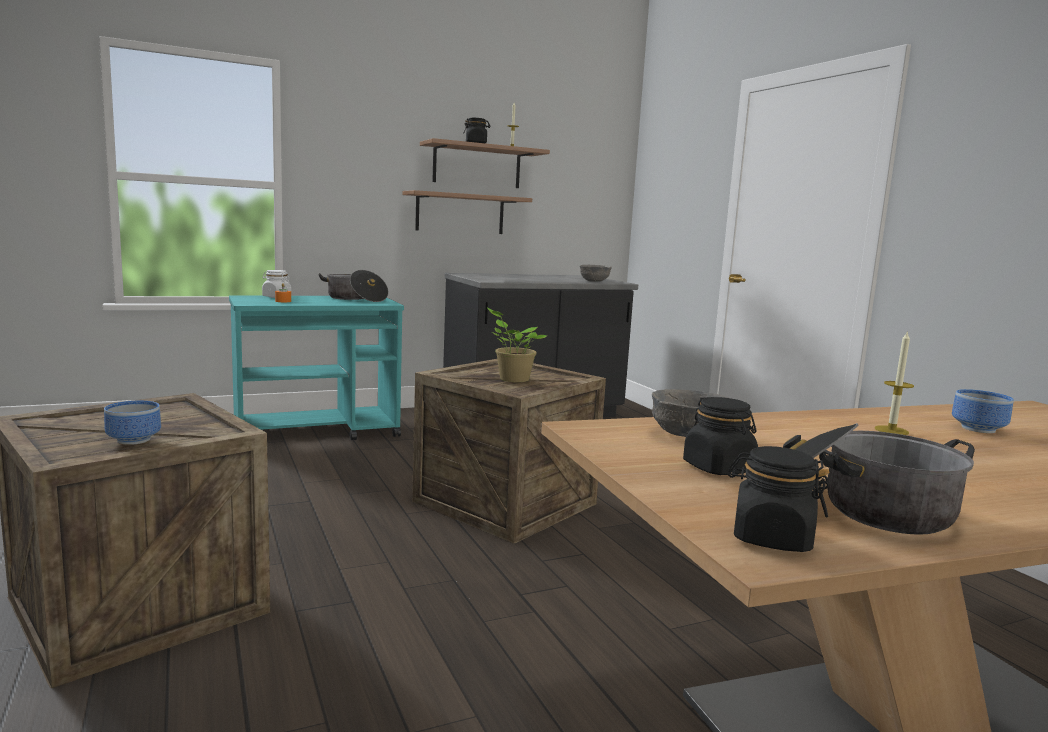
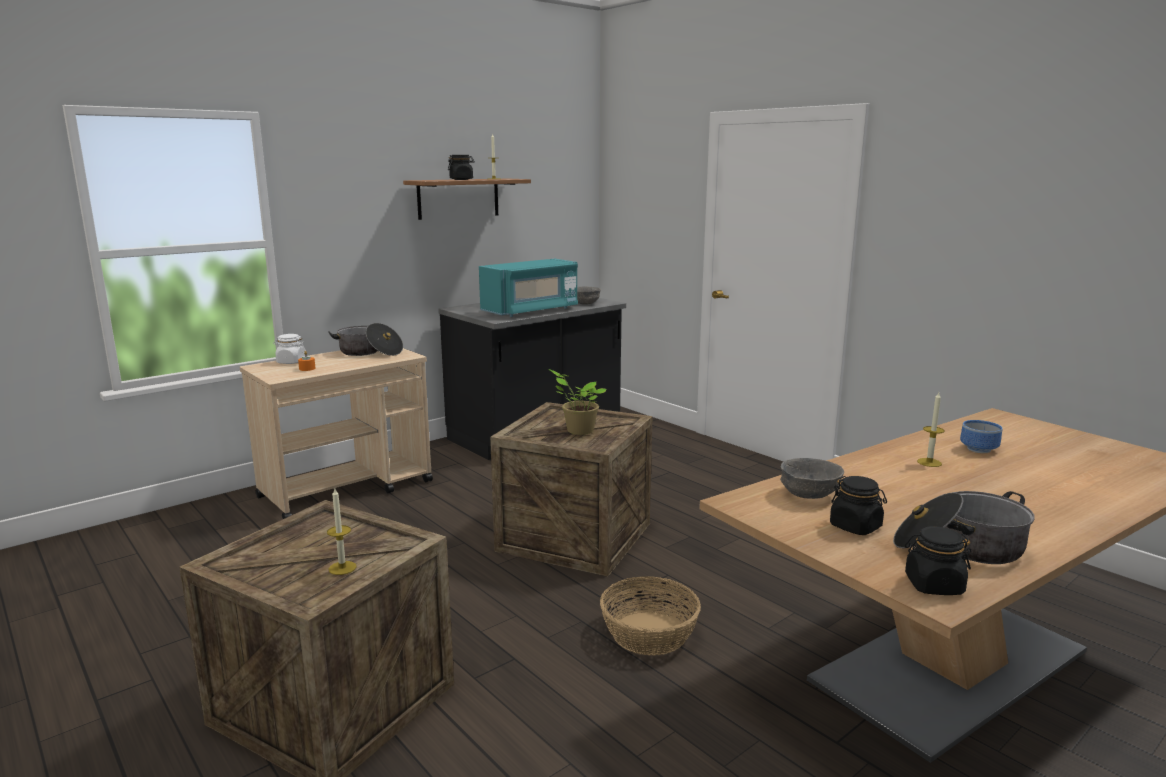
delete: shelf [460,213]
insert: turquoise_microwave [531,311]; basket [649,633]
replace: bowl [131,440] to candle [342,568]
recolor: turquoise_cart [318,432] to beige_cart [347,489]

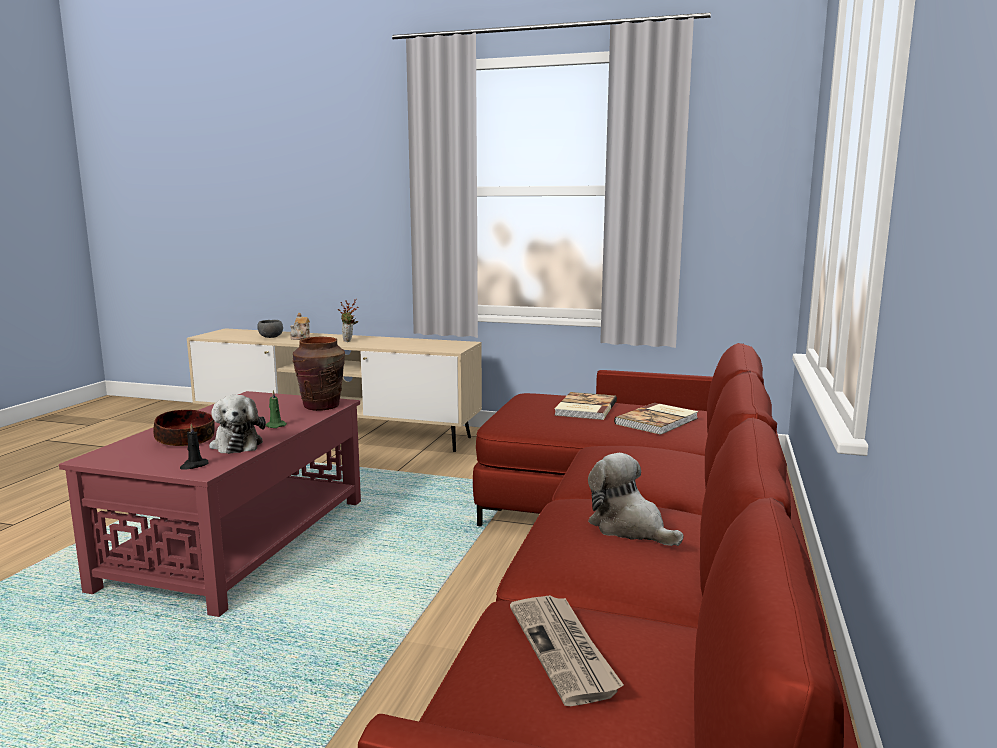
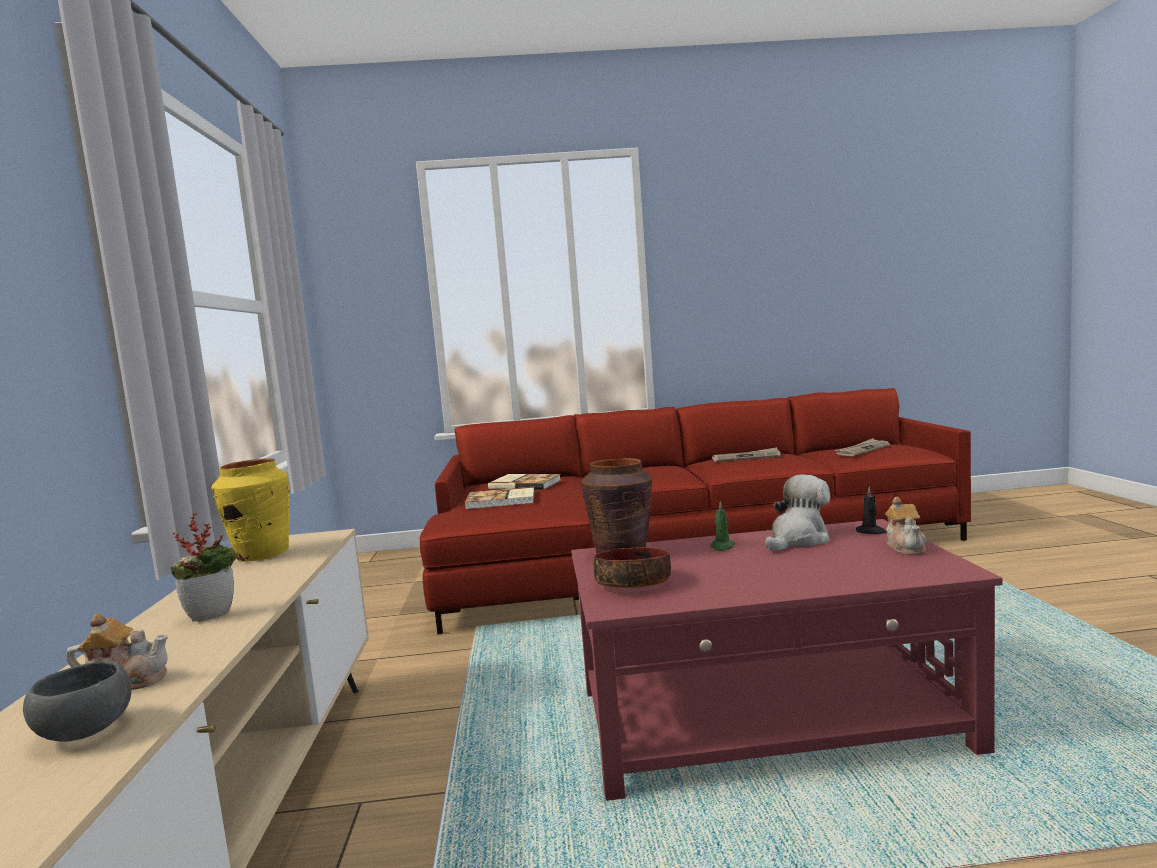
insert: yellow_vase [261,554]; teapot [906,547]
move: bowl [185,440] to [634,583]
replace: plush_toy [630,528] to newspaper [746,457]

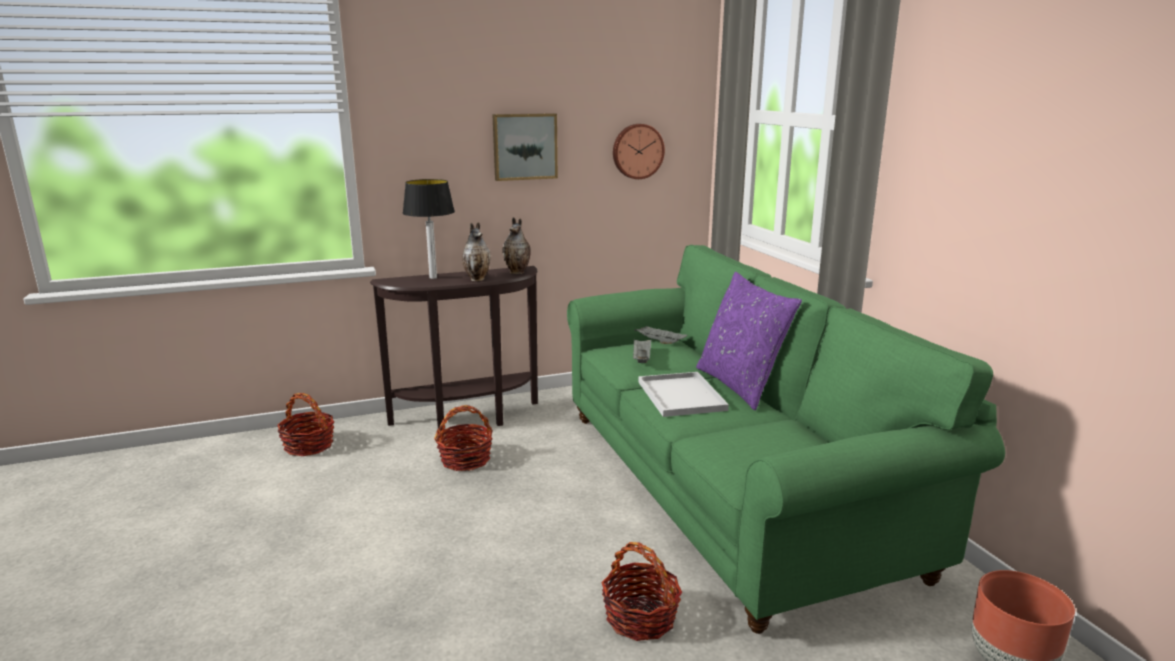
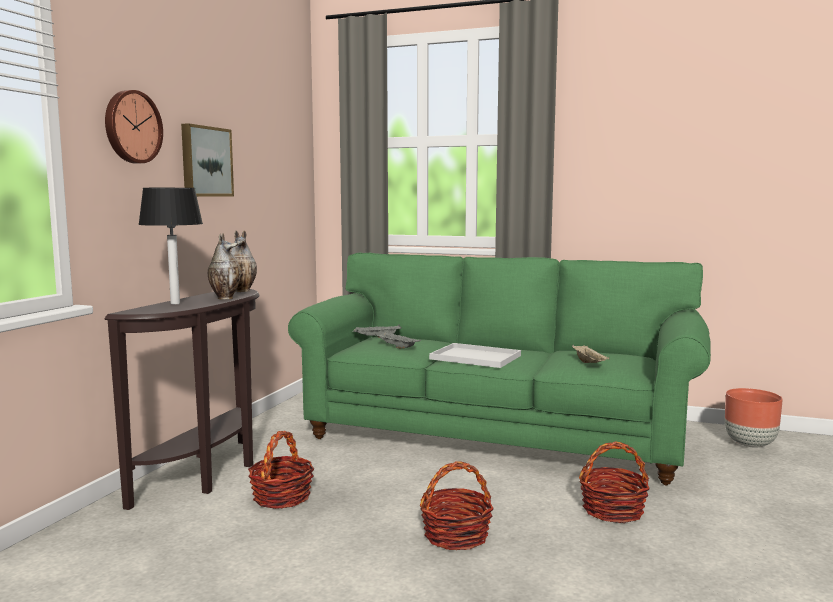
delete: purple_pillow [741,385]
insert: beige_tray [589,363]
move: wall_clock [637,151] to [131,127]; basket [309,446] to [456,535]

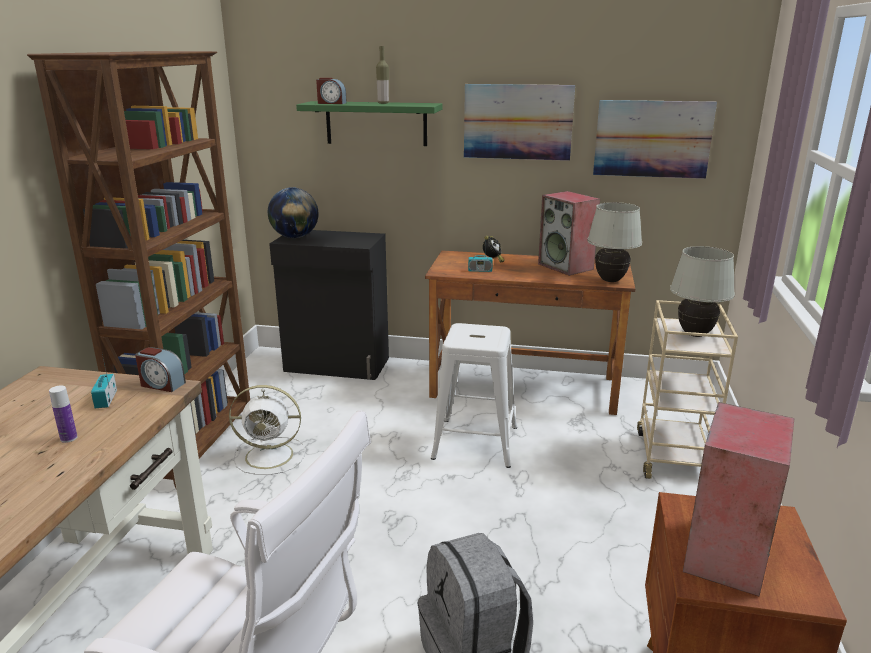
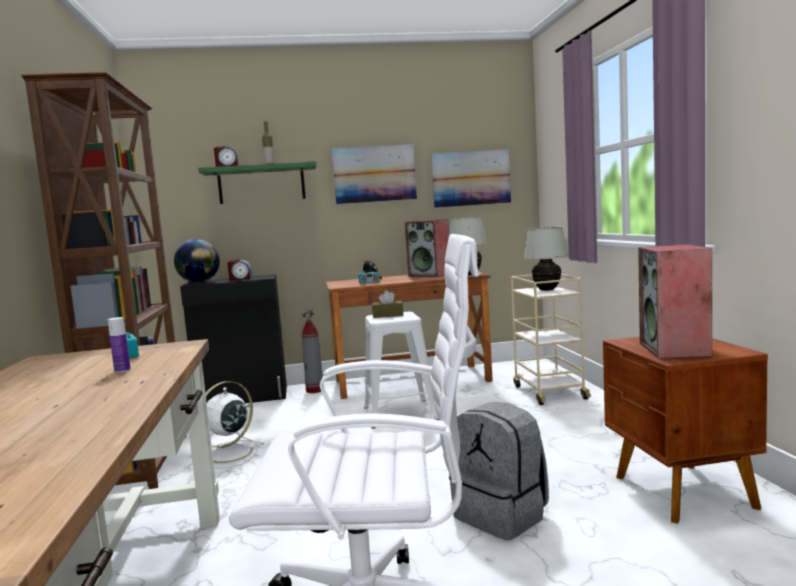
insert: brown_tissue_box [388,315]; fire_extinguisher [315,390]
move: alarm_clock [162,384] to [240,279]
rotate: white_fan [271,456] = [228,455] 150 degrees clockwise

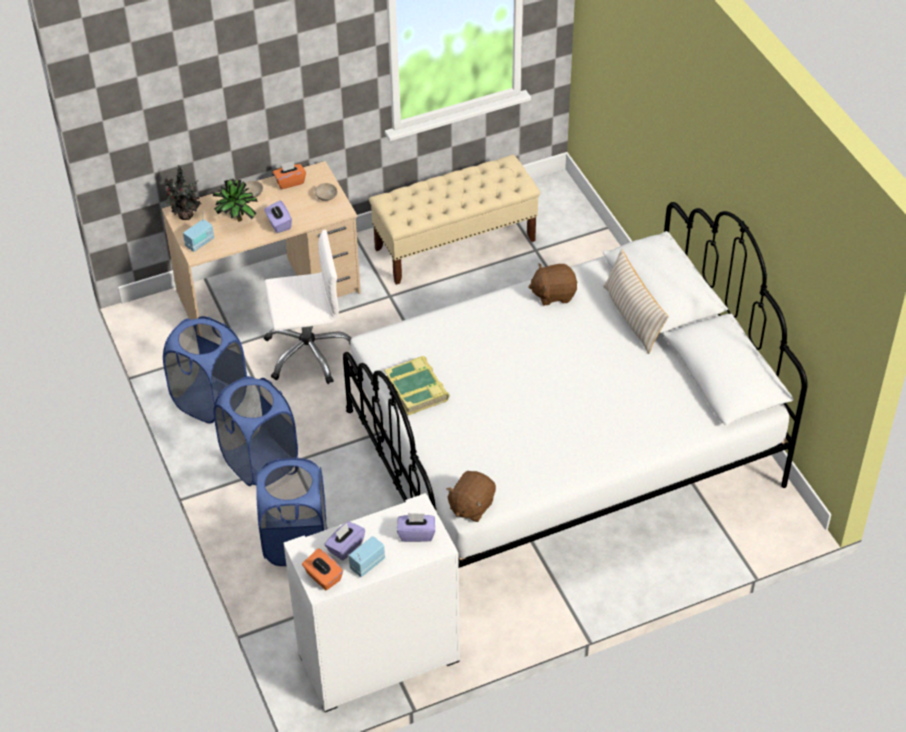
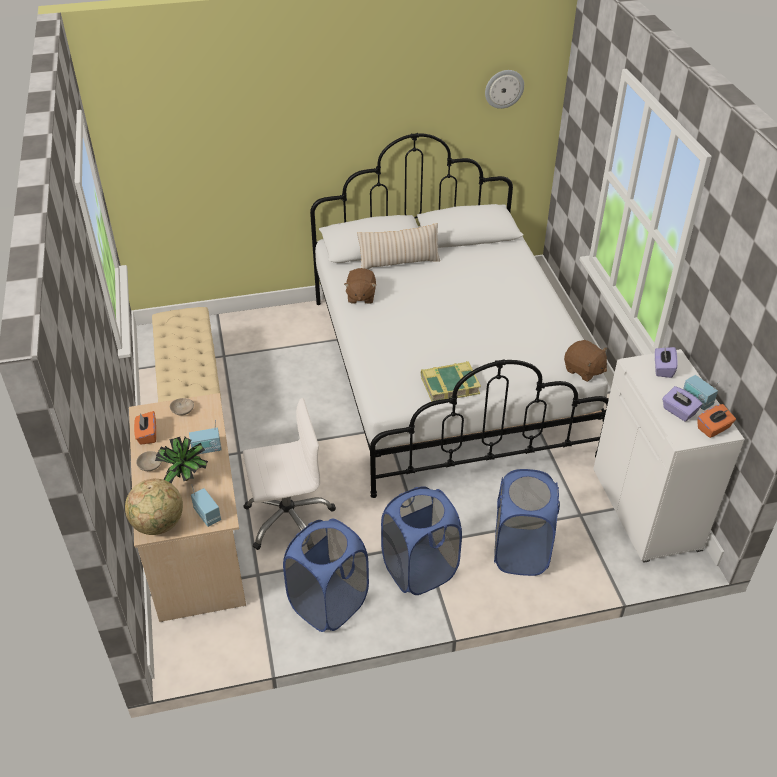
insert: wall_clock [504,88]
replace: potted_plant [185,216] to globe [159,524]; purple_tissue_box [278,224] to radio [206,449]
rotate: white_office_chair [308,352] = [288,518] 75 degrees clockwise

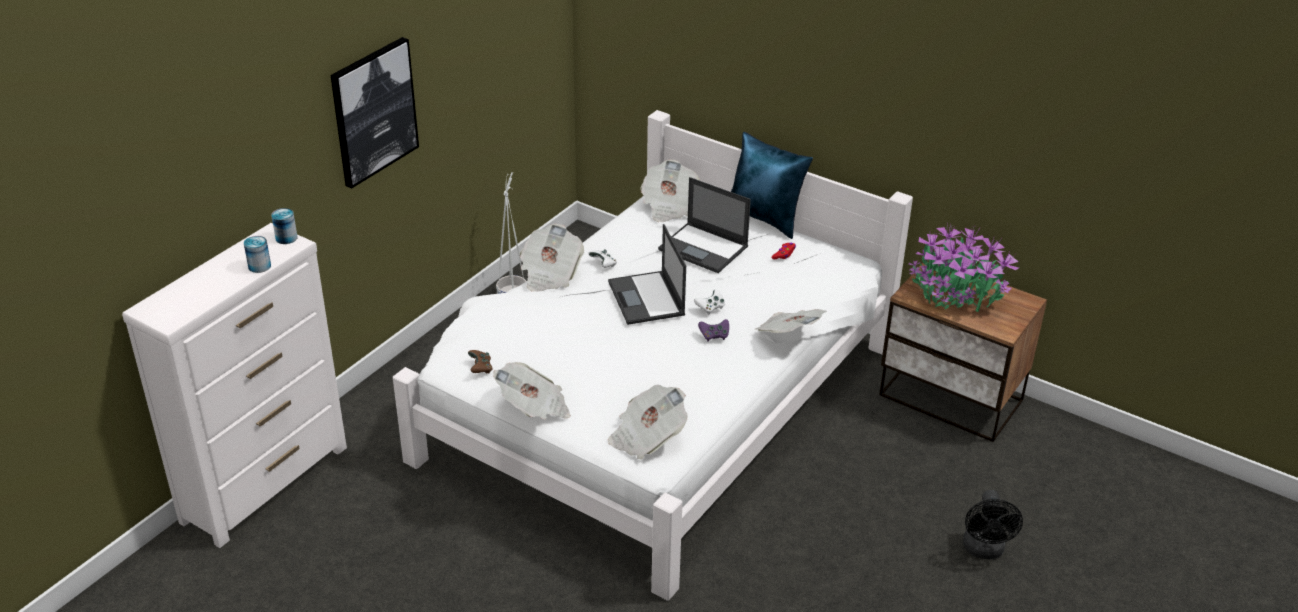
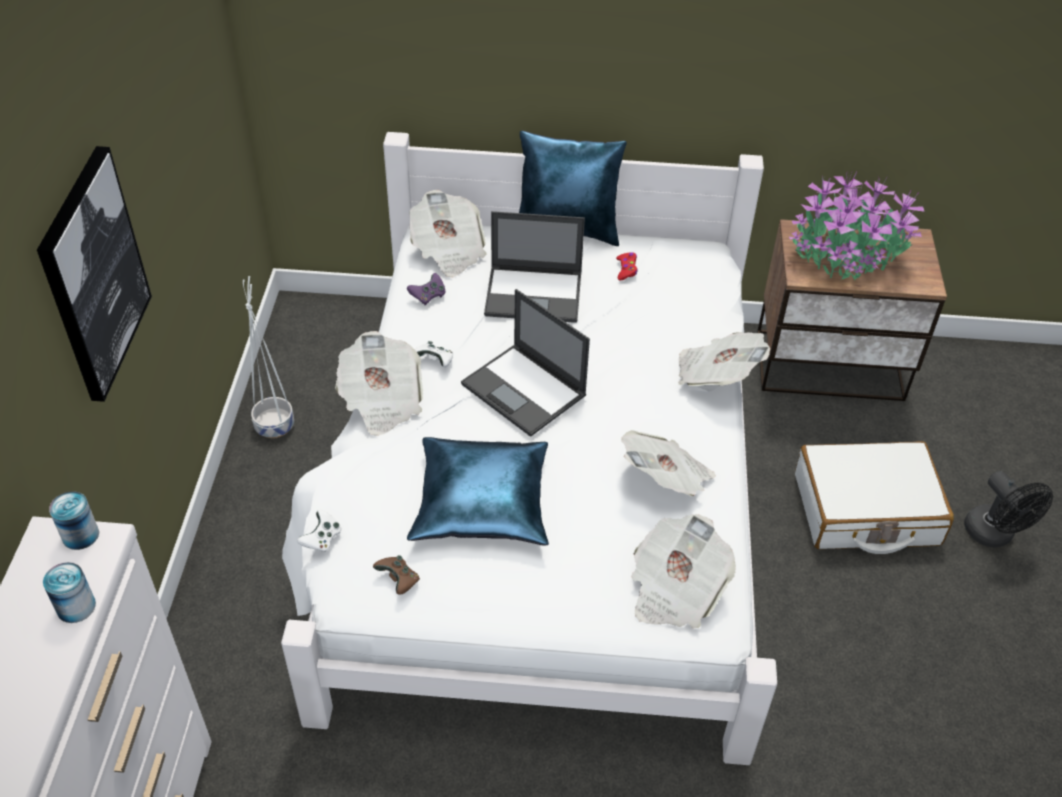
insert: blue_pillow [482,502]; white_suitcase [866,510]
move: white_game_controller [710,308] to [322,539]; purple_game_controller [714,336] to [428,296]; newspaper [534,408] to [666,479]

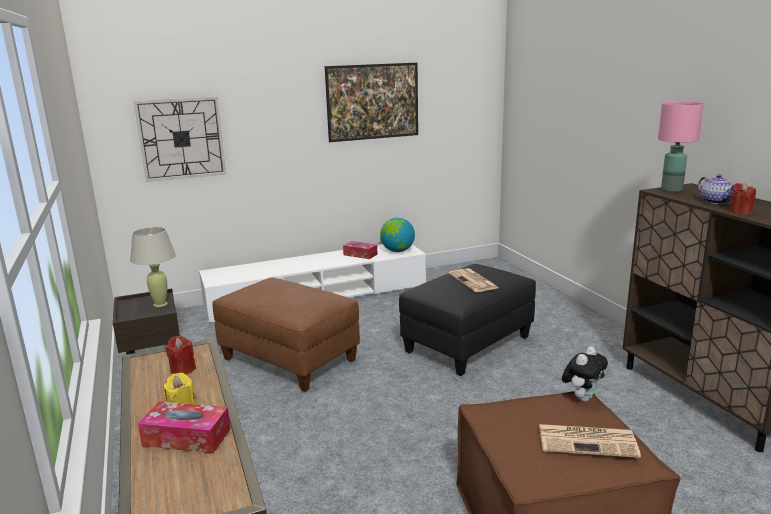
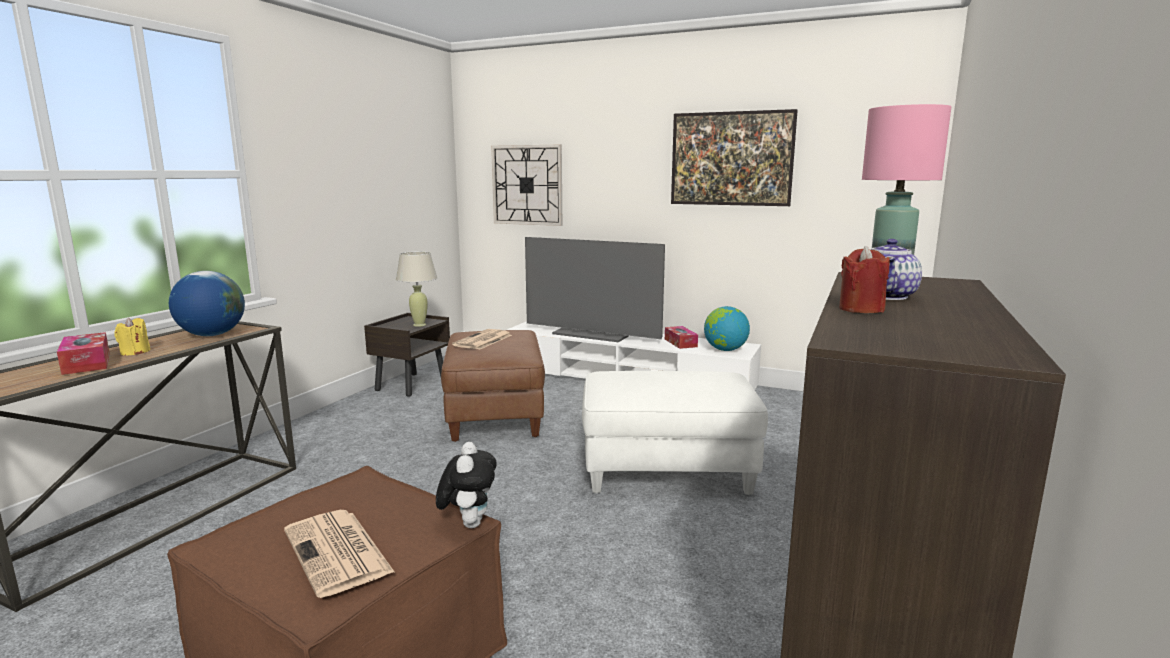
insert: television [593,334]
move: newspaper [474,281] to [482,340]
replace: red_candle [182,369] to globe [212,335]
recolor: black_ottoman [467,344] to white_ottoman [668,470]
rotate: plush_toy [582,397] = [469,523] 90 degrees counterclockwise

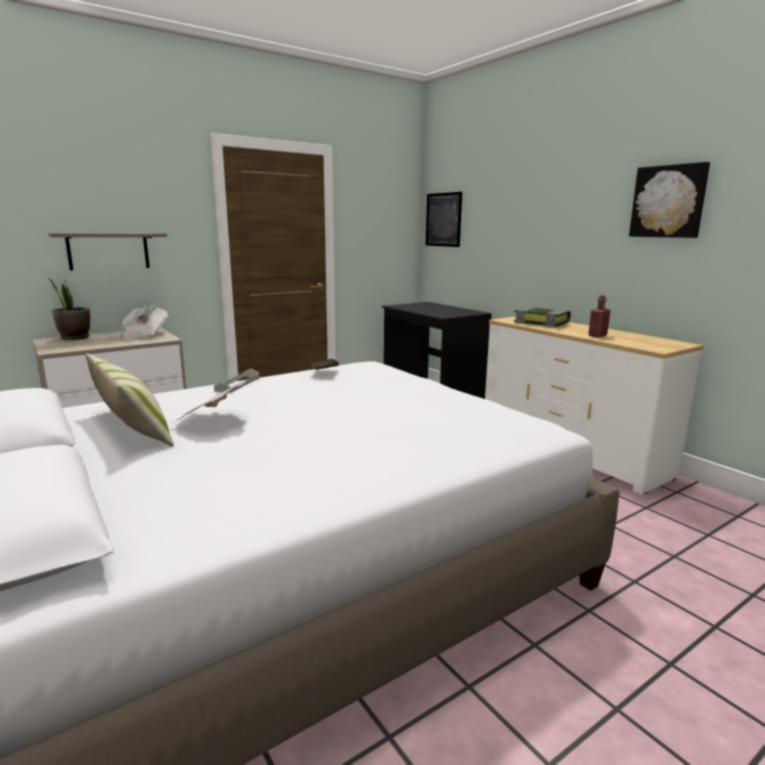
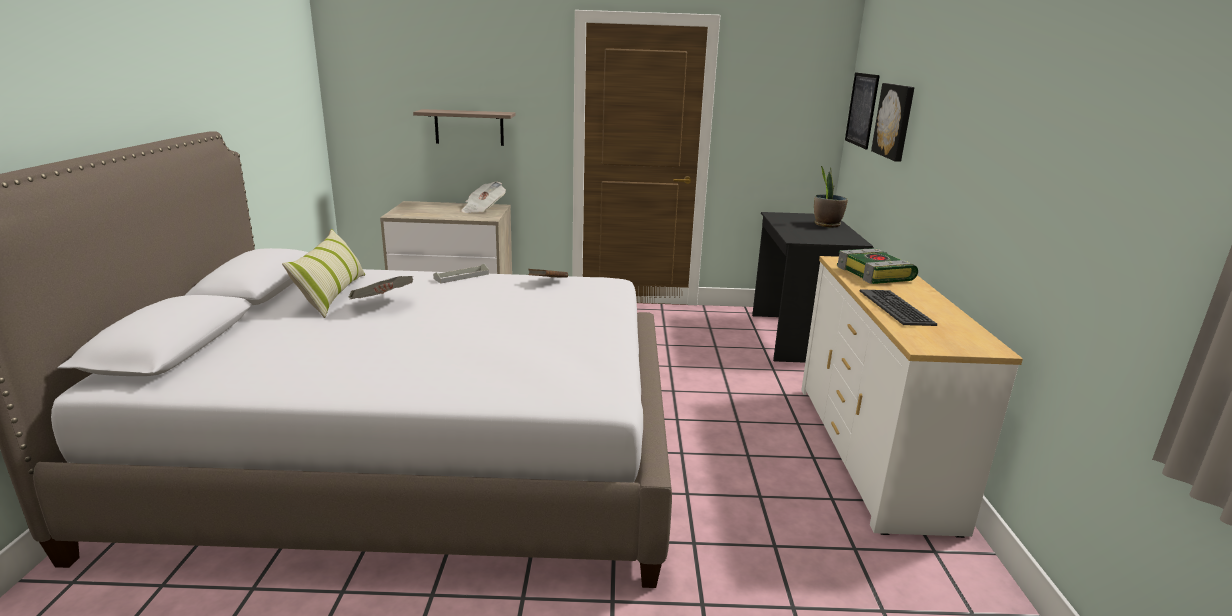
move: picture [668,201] to [895,121]; potted_plant [74,338] to [826,225]
replace: red_bottle [597,335] to keyboard [896,308]

